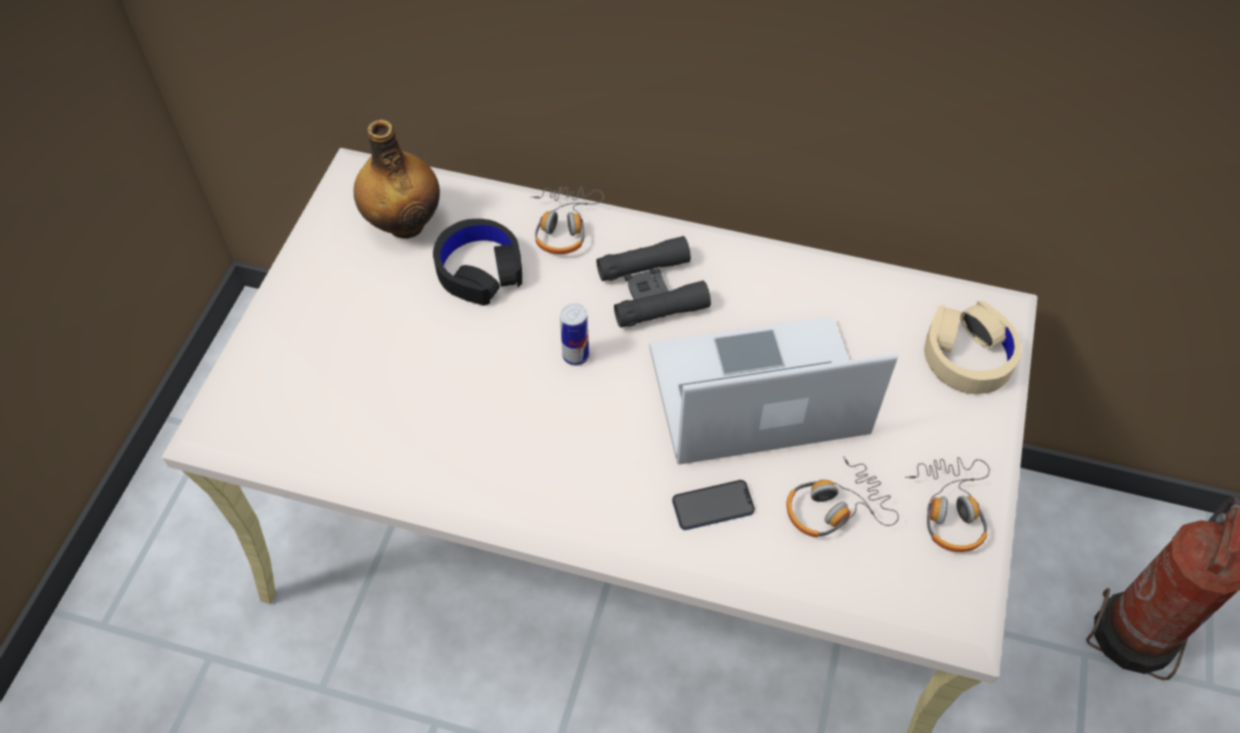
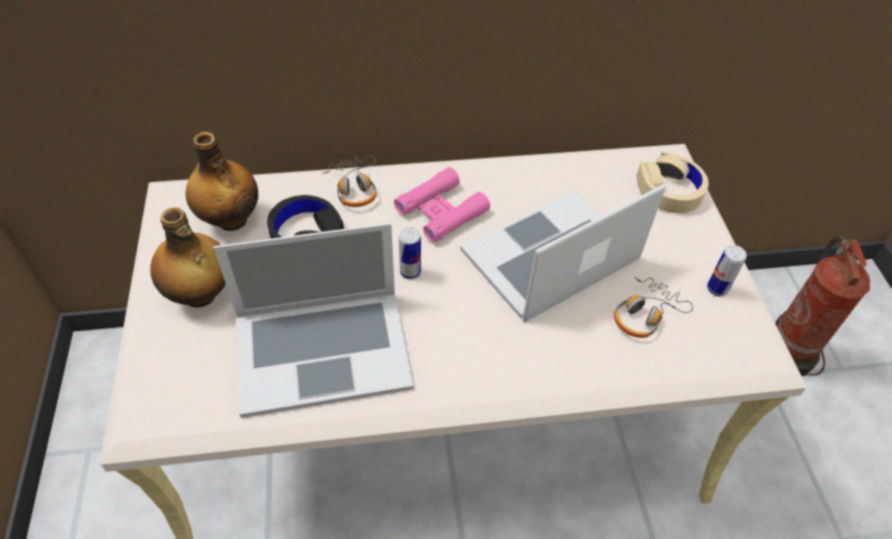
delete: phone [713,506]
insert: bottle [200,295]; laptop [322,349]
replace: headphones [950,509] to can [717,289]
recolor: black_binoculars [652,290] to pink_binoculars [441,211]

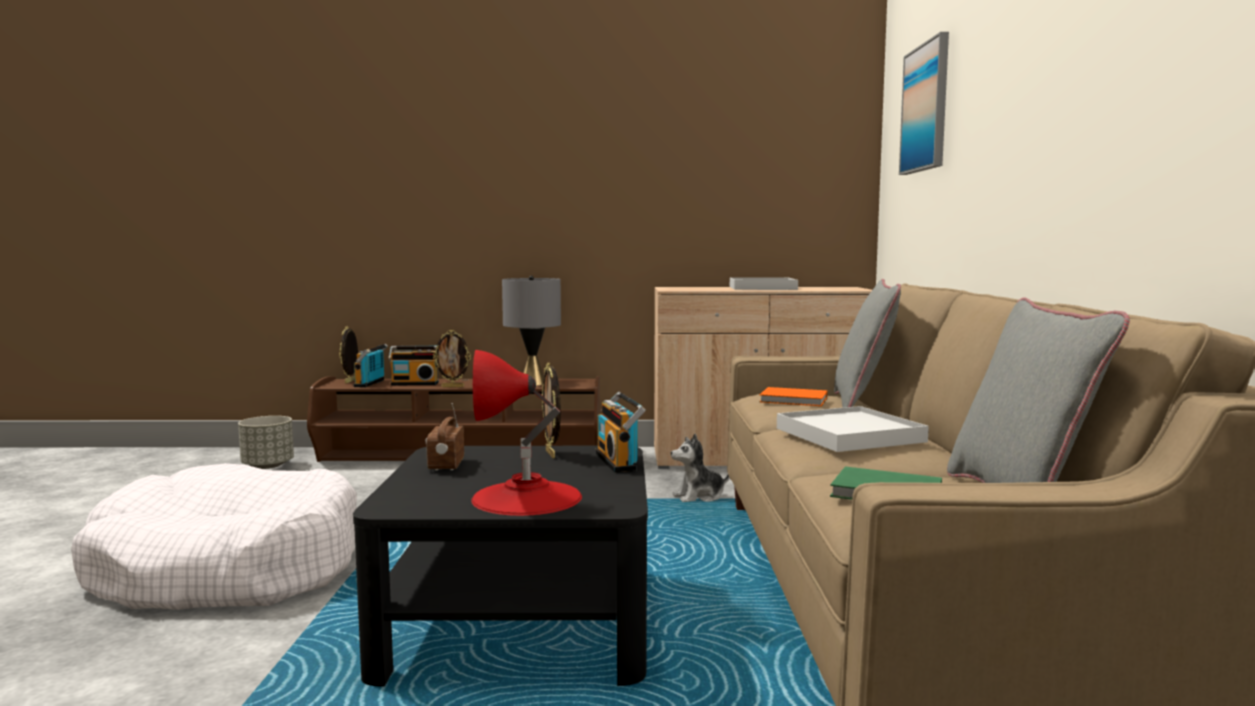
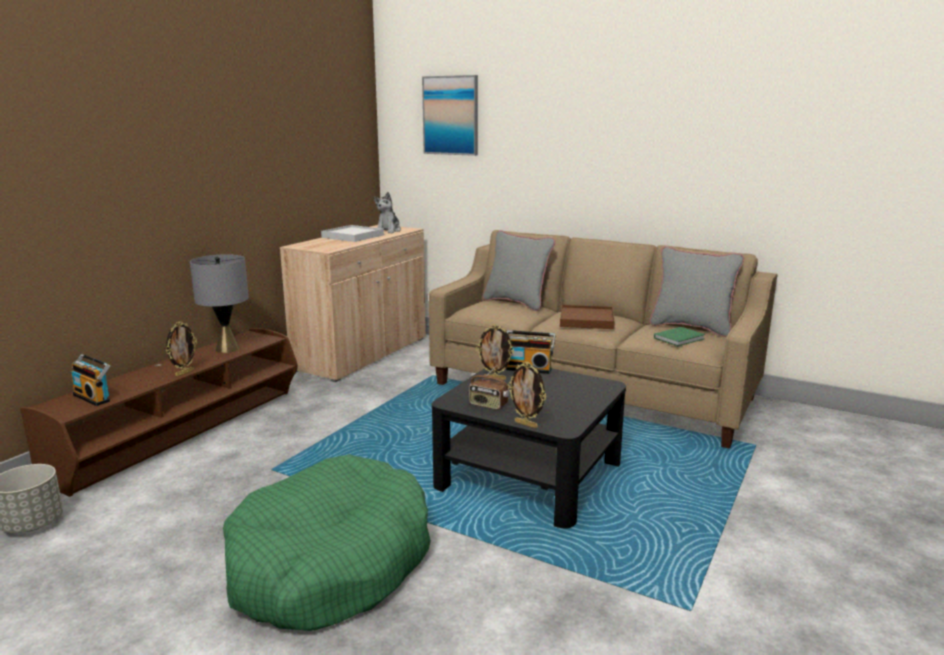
delete: radio [415,383]; red_table_lamp [526,497]; orange_book [795,400]
move: picture_frame [350,381] to [526,424]; plush_toy [699,497] to [388,231]
recolor: white_tray [849,435] to brown_tray [586,320]; white_dog_bed [228,569] to green_dog_bed [330,563]

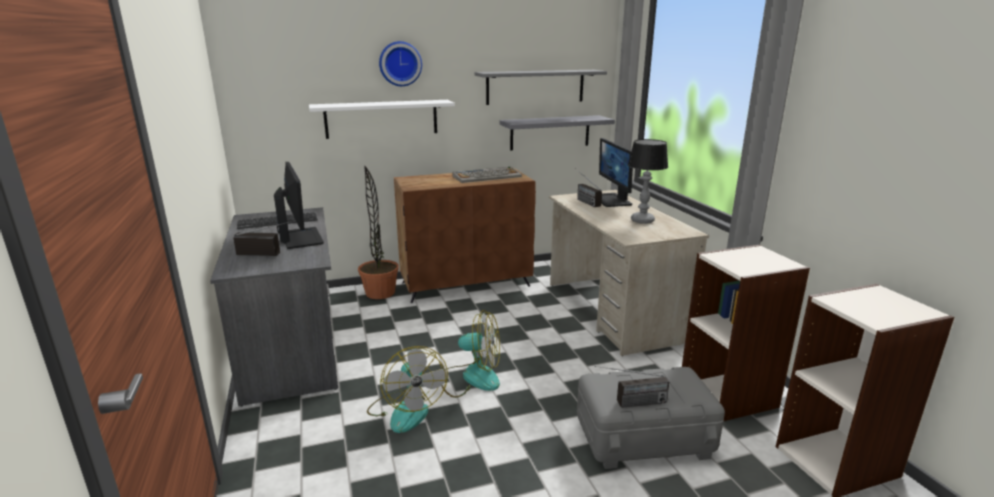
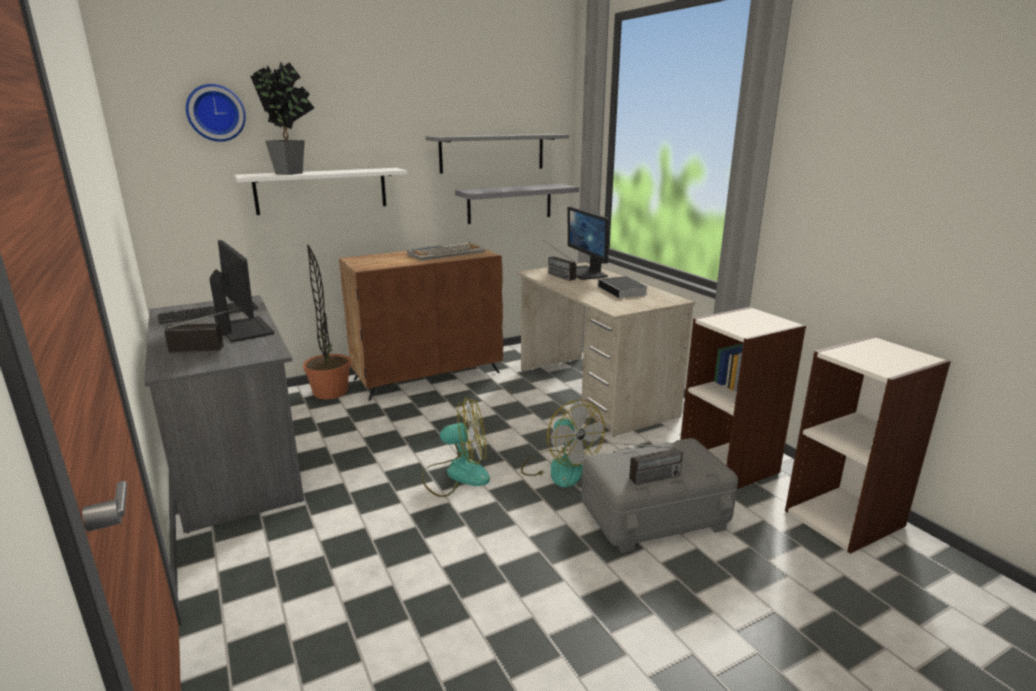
insert: potted_plant [294,173]
move: wall_clock [400,63] to [215,113]; fan [406,410] to [559,467]
replace: table_lamp [642,220] to book [623,291]

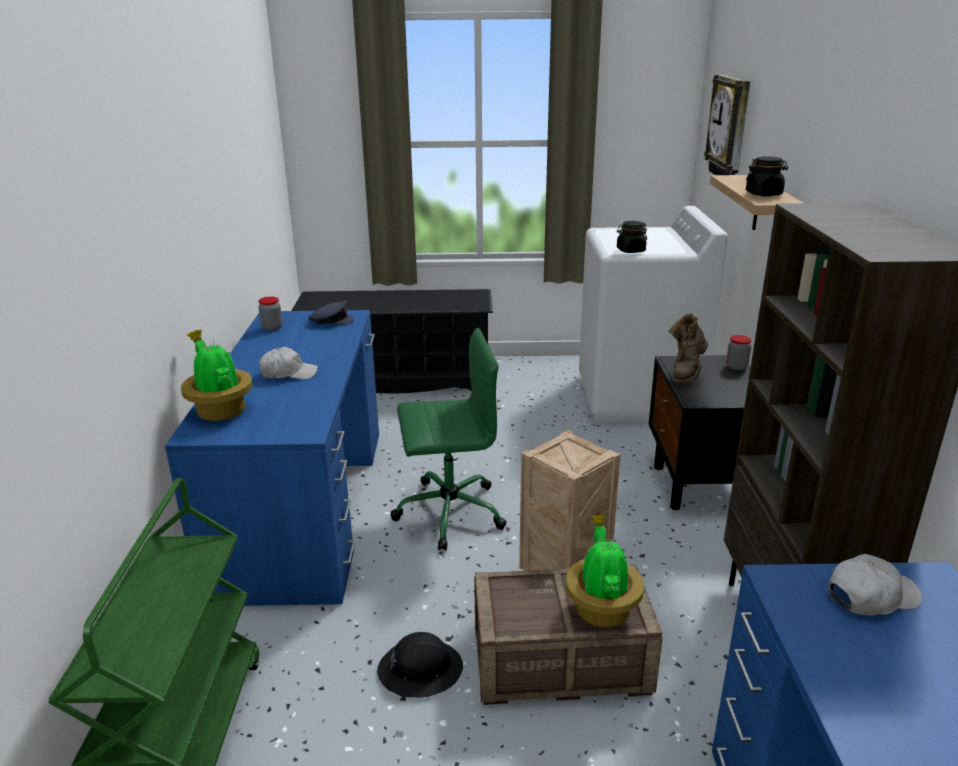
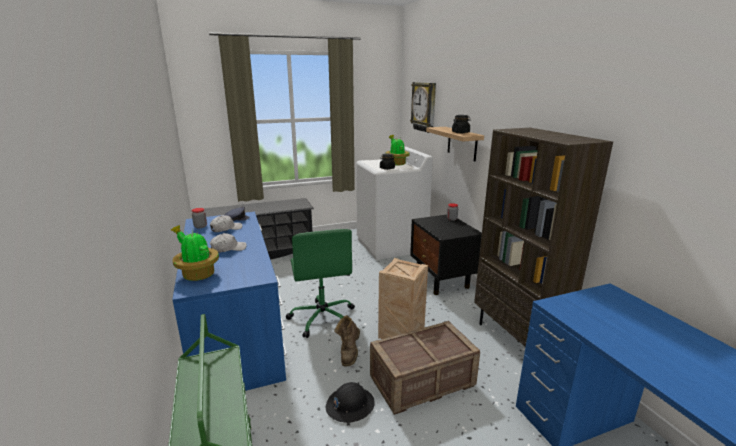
move: brown_boot [686,373] to [349,353]; potted_plant [601,608] to [396,164]; white_cap [871,596] to [226,229]
rotate: green_office_chair [447,512] = [322,318] 105 degrees clockwise

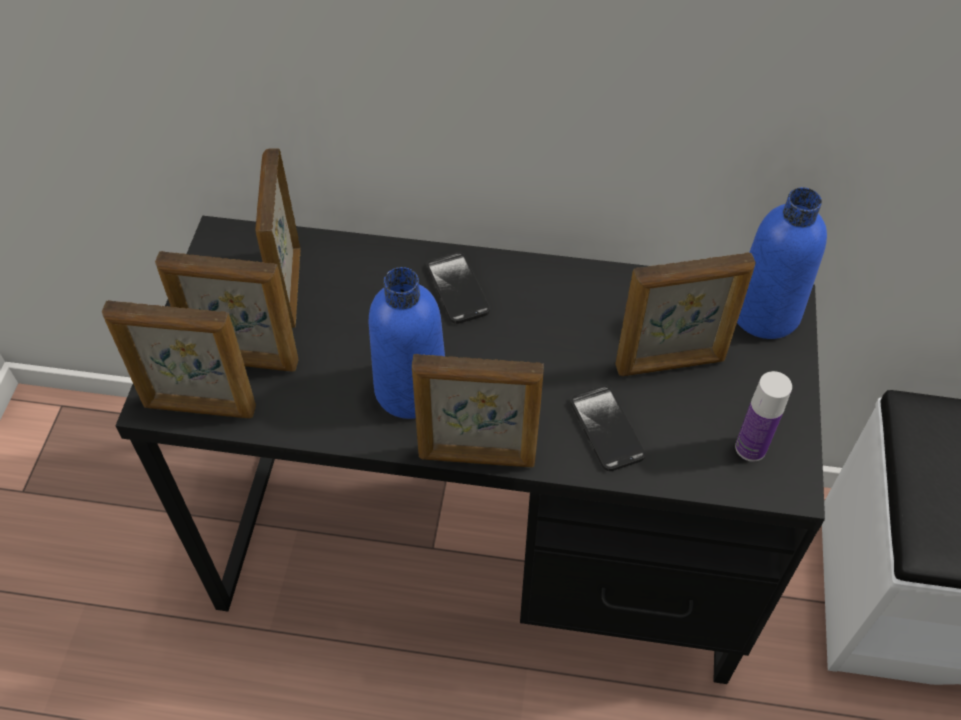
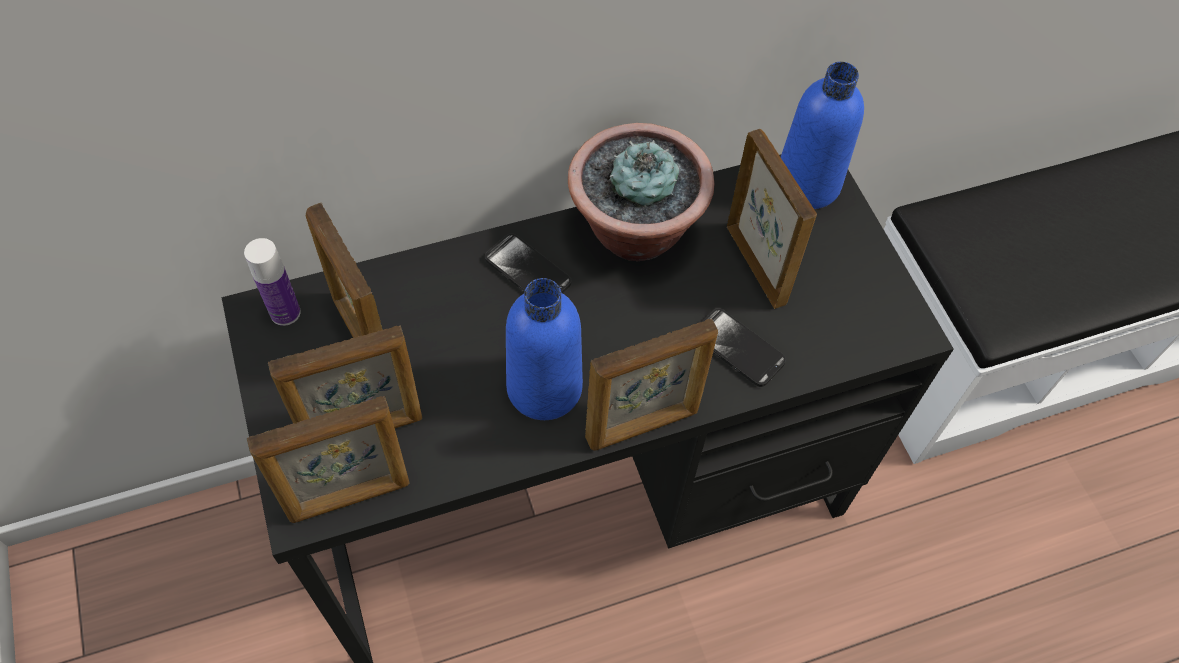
insert: potted_plant [635,230]
move: bottle [750,448] to [285,313]
rotate: picture_frame [671,364] = [757,264] 75 degrees counterclockwise

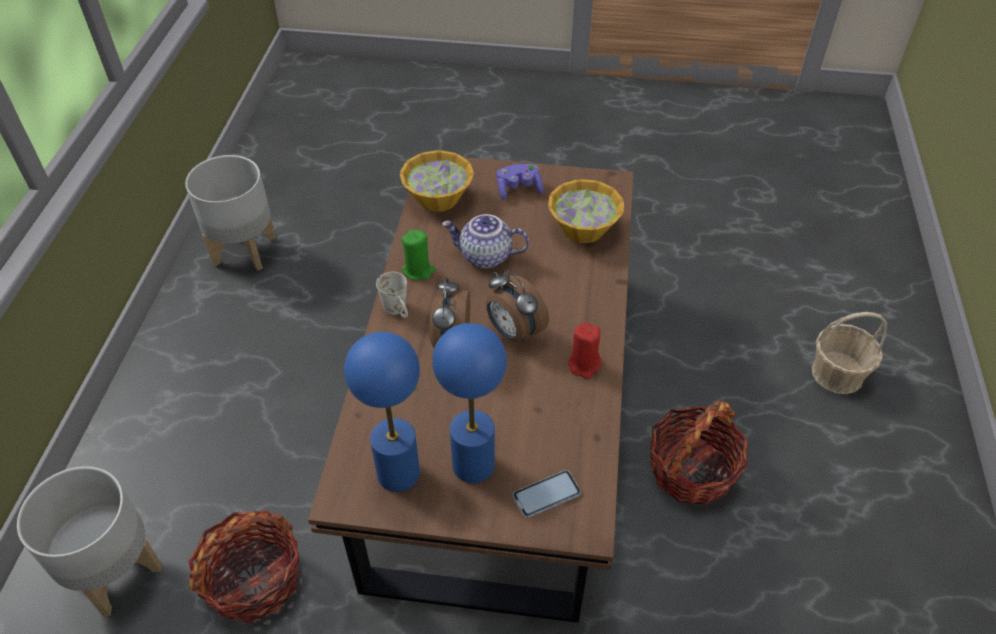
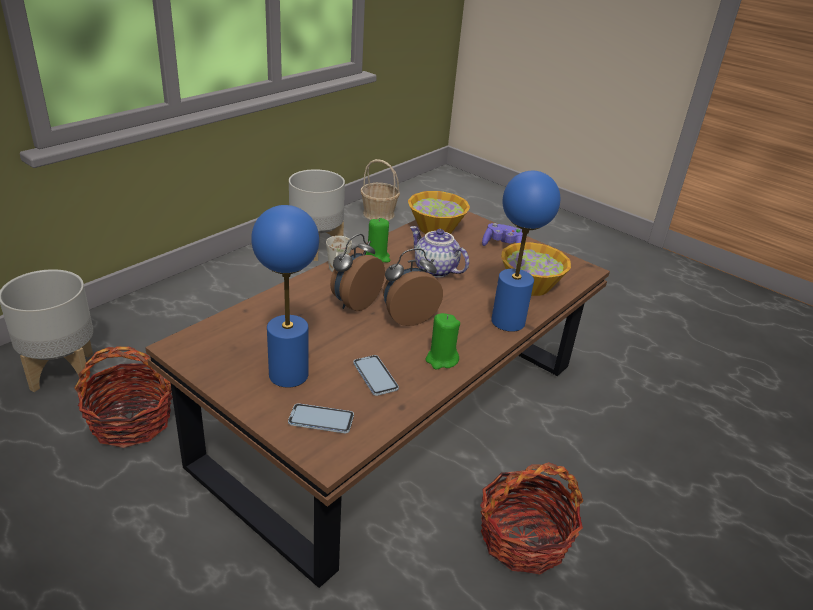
insert: phone [375,376]
move: basket [838,374] to [379,214]; blue_table_lamp [399,473] to [508,322]
recolor: red_candle [584,365] to green_candle [441,360]
rotate: alarm_clock [513,332] = [408,317] 75 degrees clockwise

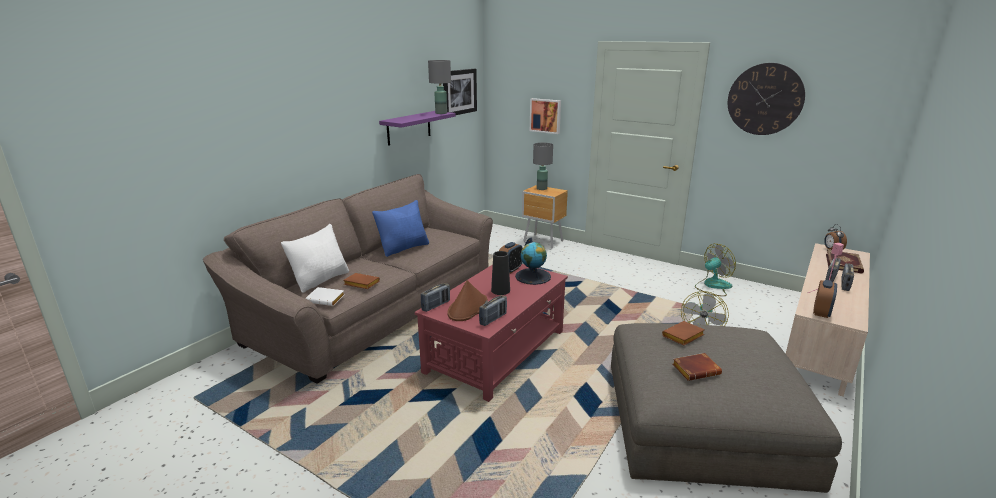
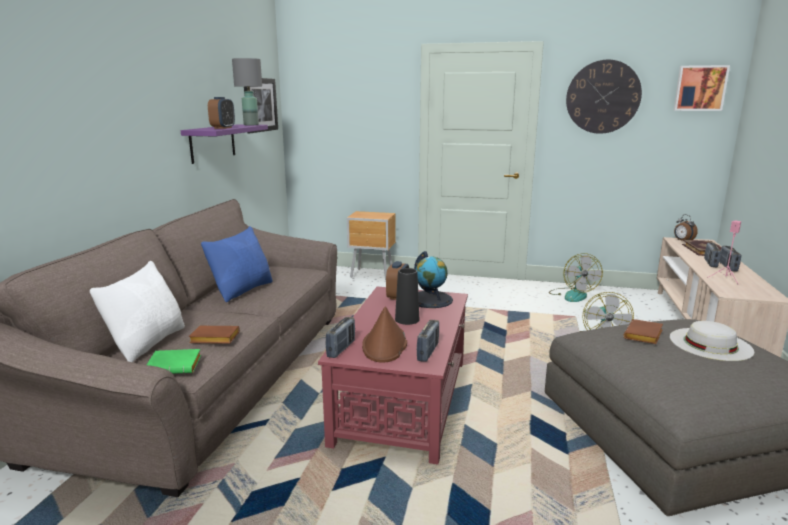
delete: grey_table_lamp [541,188]; brown_book [696,369]
insert: white_hat [710,344]
move: picture [545,115] to [700,88]; alarm_clock [821,312] to [223,128]
recolor: white_book [327,299] to green_book [176,366]
rotate: fan [712,286] = [572,295] 135 degrees clockwise

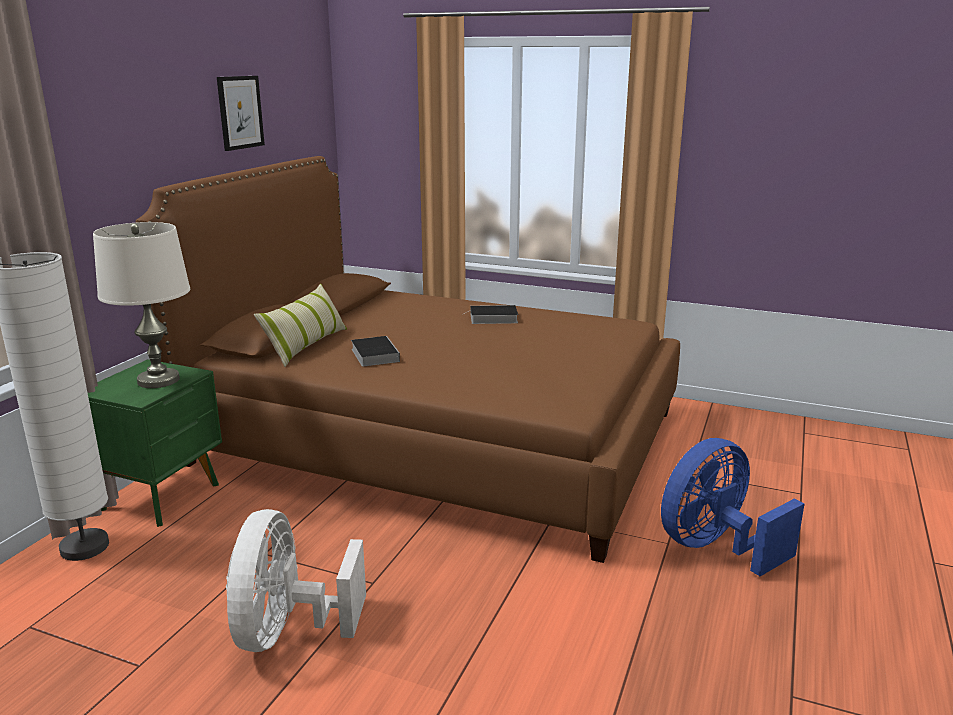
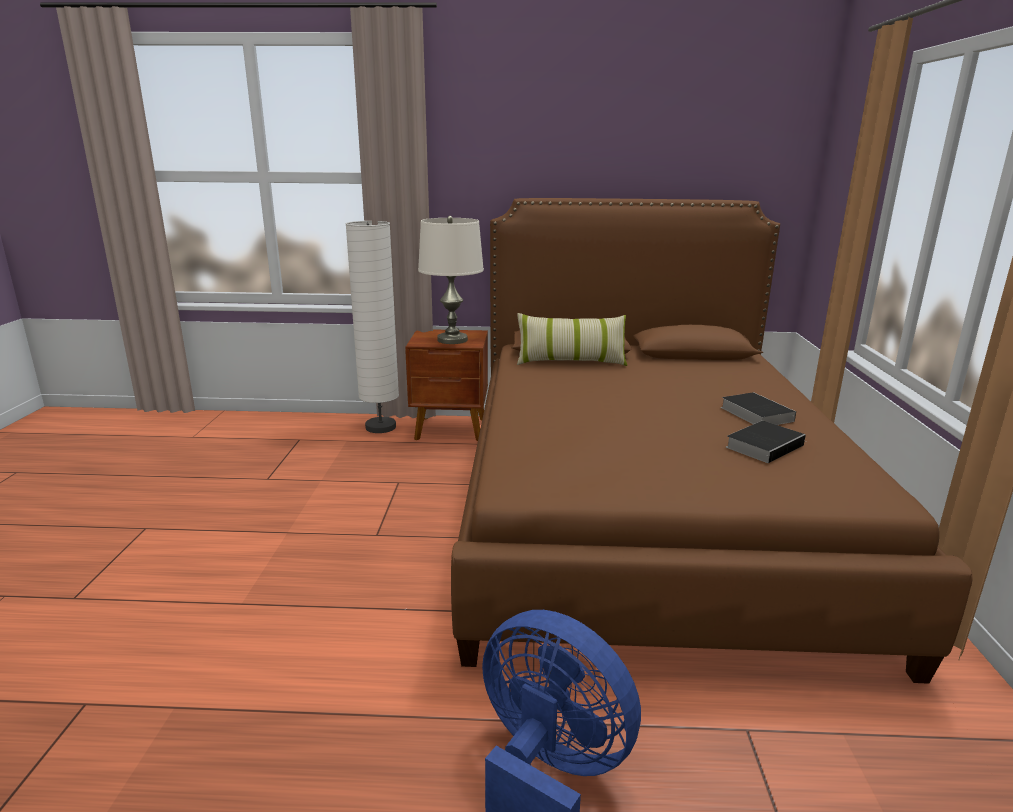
delete: picture [240,112]; white_fan [288,631]
move: book [374,354] to [765,445]
recolor: green_nightstand [163,496] to brown_nightstand [452,429]

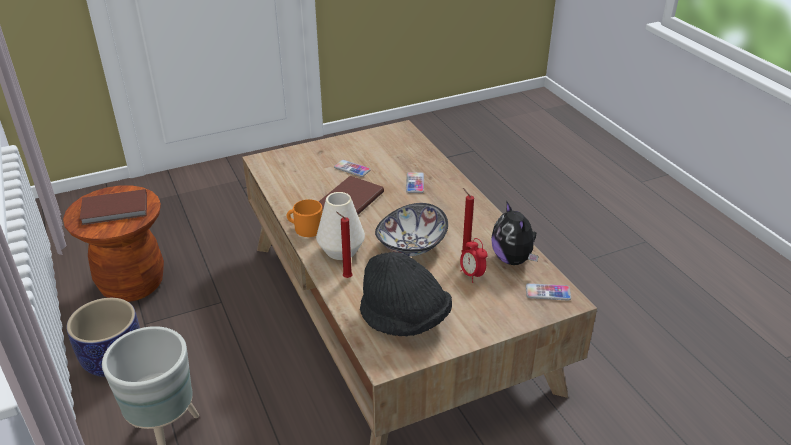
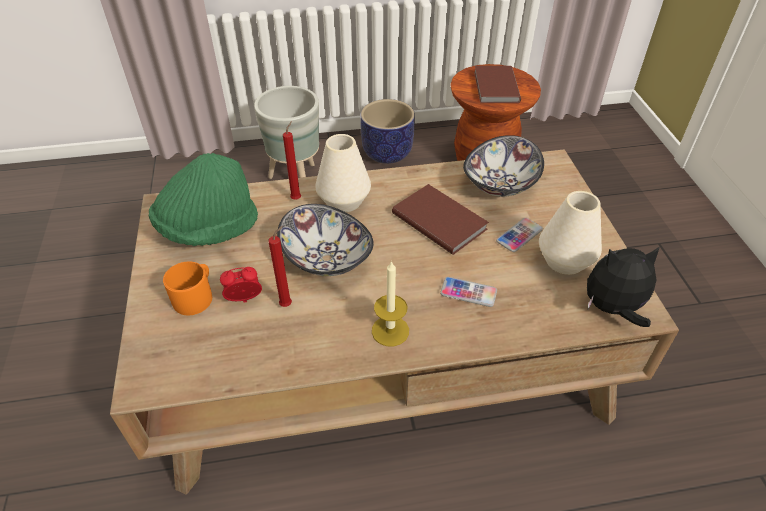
delete: phone [548,293]
insert: bowl [501,184]; white_vase [564,260]; candle [390,331]
move: orange_mug [305,228] to [196,296]; plush_toy [513,259] to [612,309]
recolor: black_hat [404,319] to green_hat [209,228]

